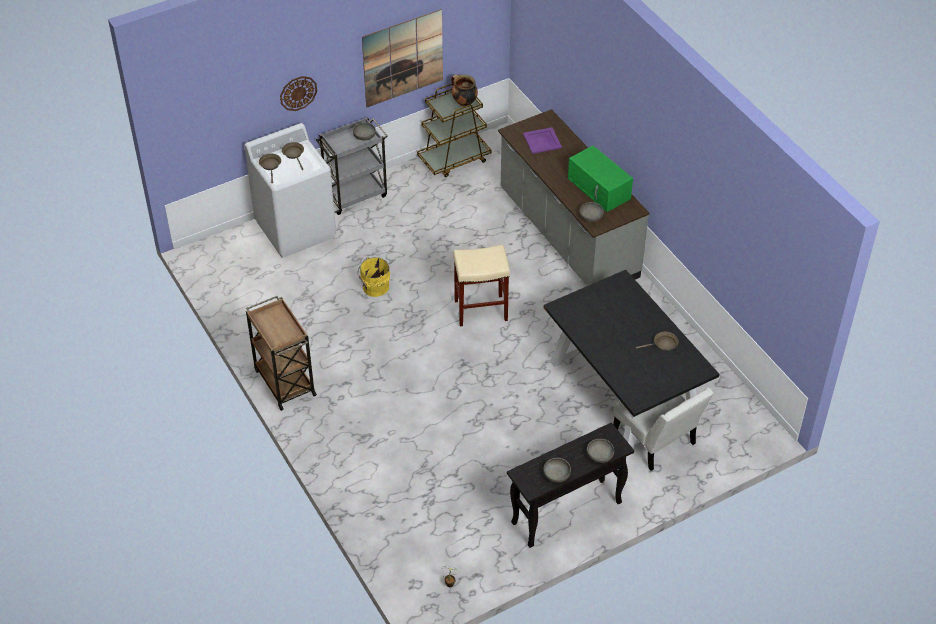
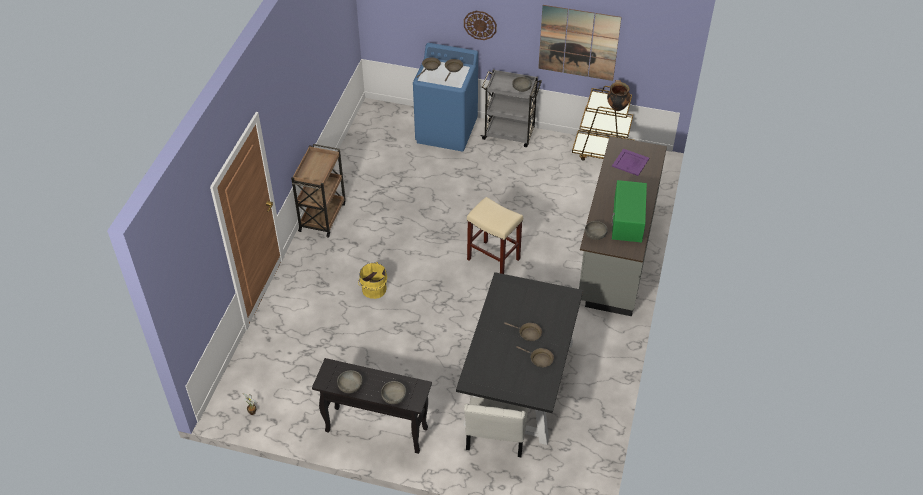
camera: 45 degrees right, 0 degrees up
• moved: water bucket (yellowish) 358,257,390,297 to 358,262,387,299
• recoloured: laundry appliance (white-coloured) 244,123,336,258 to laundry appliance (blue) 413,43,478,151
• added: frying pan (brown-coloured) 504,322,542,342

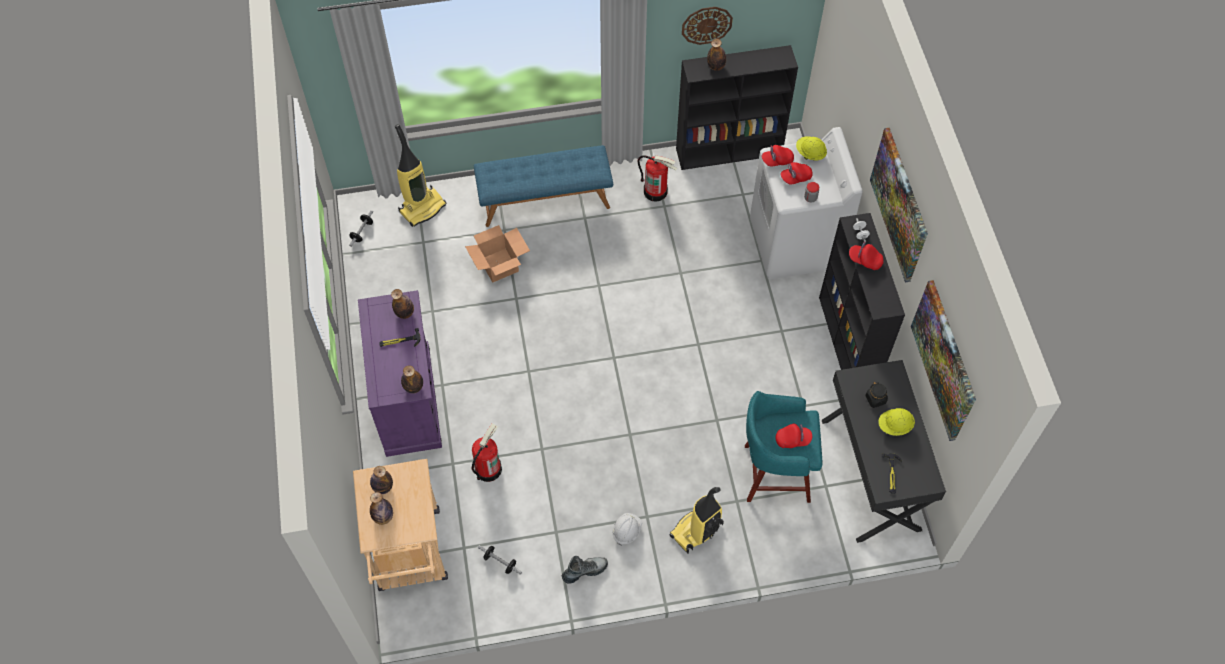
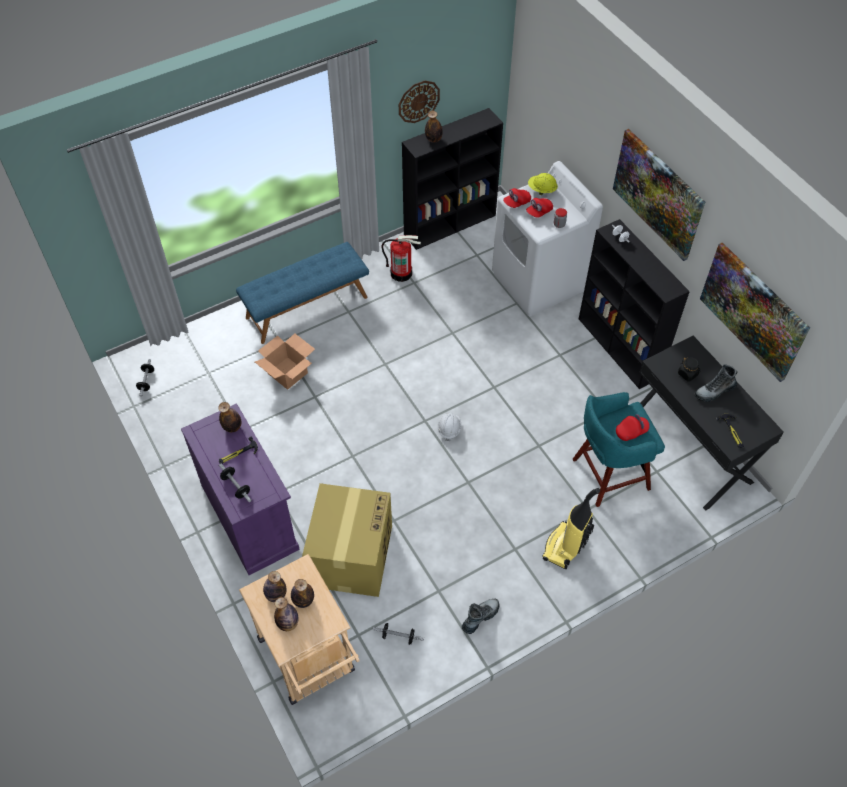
camera: 20 degrees left, 5 degrees down
• added: free weight 219,463,251,502
• moved: beverage bottle 401,365,423,393 to 291,579,314,608
• replaced: fire extinguisher 472,423,502,482 to cardboard box 302,483,392,597
• moved: safety helmet (white-coloured) 612,513,642,546 to 437,413,461,441
• replaced: safety helmet (yellowish) 878,408,915,436 to boot 694,364,738,402
• removed: vacuum 395,124,446,227
• removed: cap (red-coloured) 849,242,884,270

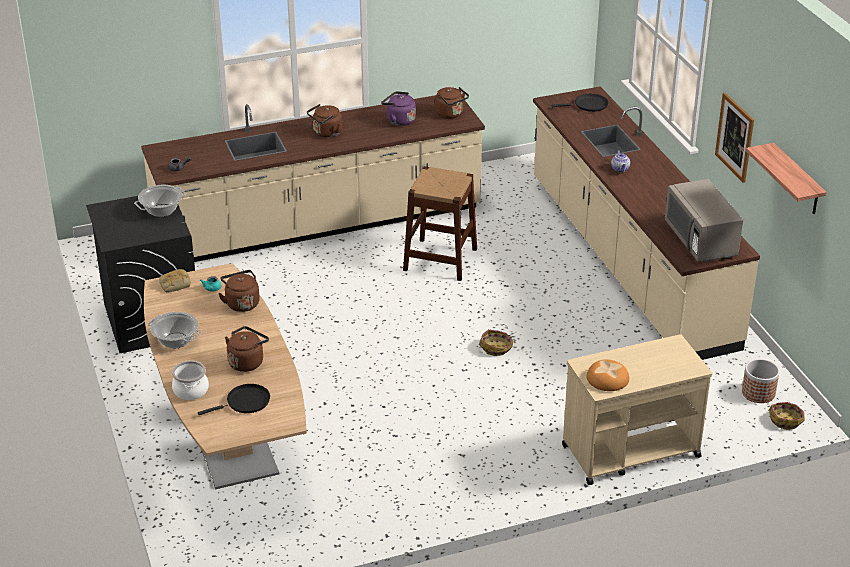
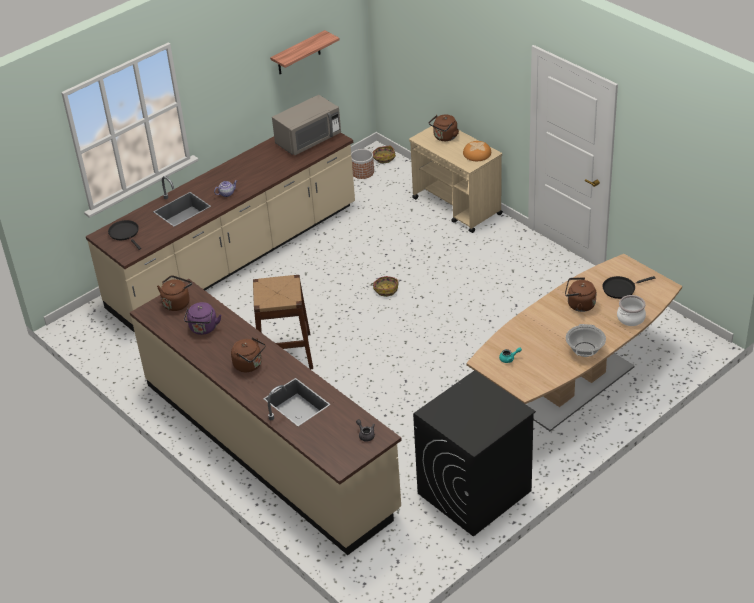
camera: 110 degrees left, 5 degrees up
• moved: tea kettle (brown-coloured) 218,270,260,312 to 429,115,459,141
• turned: frying pan (black) 198,384,270,415 = 602,276,655,299 60 degrees counterclockwise
• removed: cooking pot 134,185,186,217
• removed: baked bread 159,269,191,292
• removed: picture 715,93,754,183

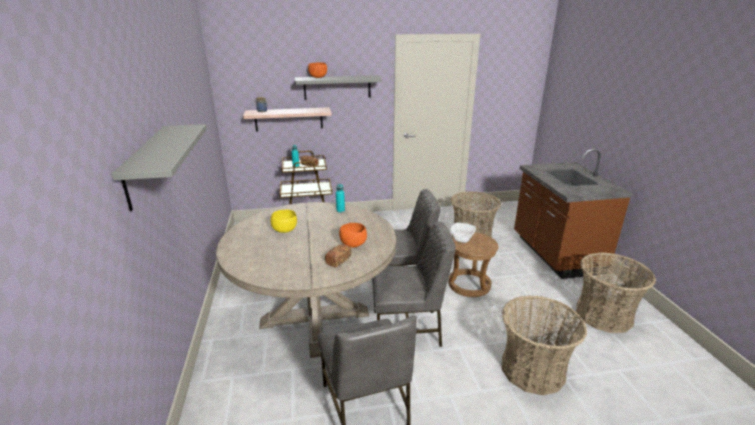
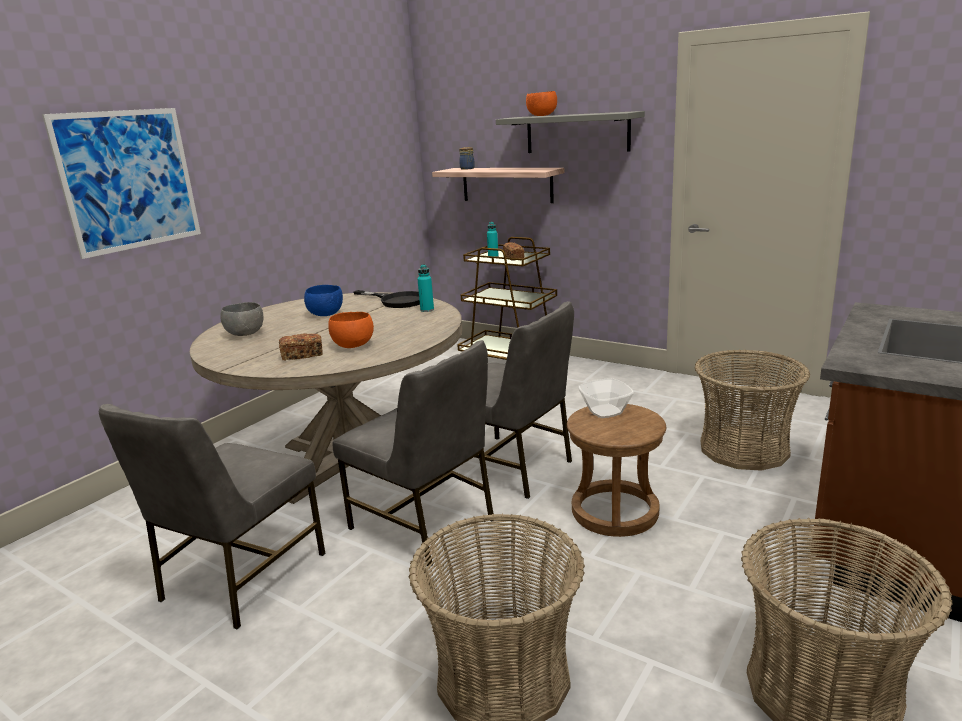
camera: 45 degrees right, 5 degrees down
• replaced: wall shelf (greyish) 111,124,207,211 to picture 42,108,201,259
• added: deep dish (greyish) 220,302,263,336
• recoloured: deep dish (yellowish) 270,210,297,233 to deep dish (blue) 304,285,343,316
• added: frying pan (black) 353,290,420,308

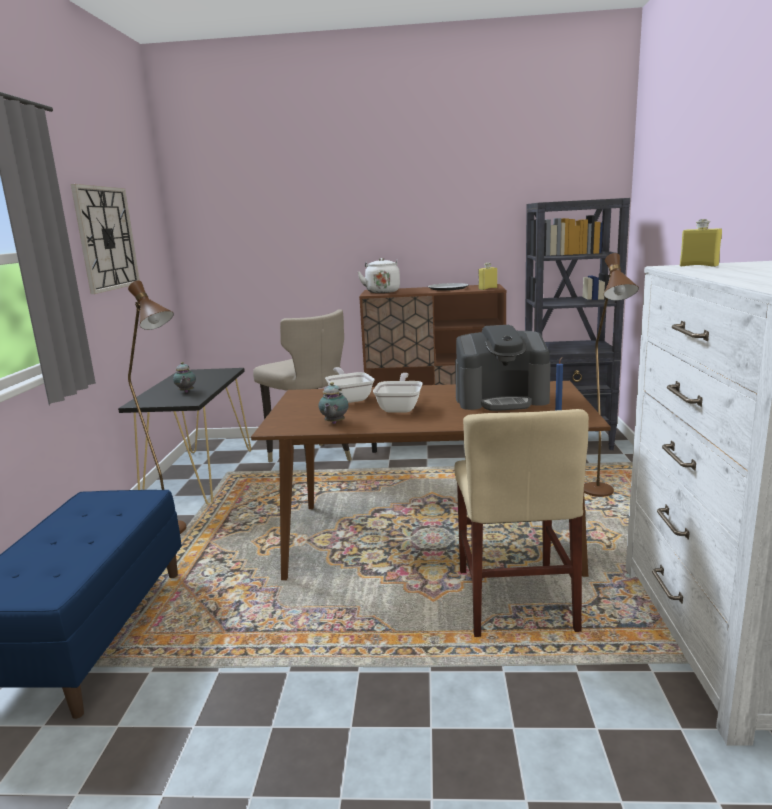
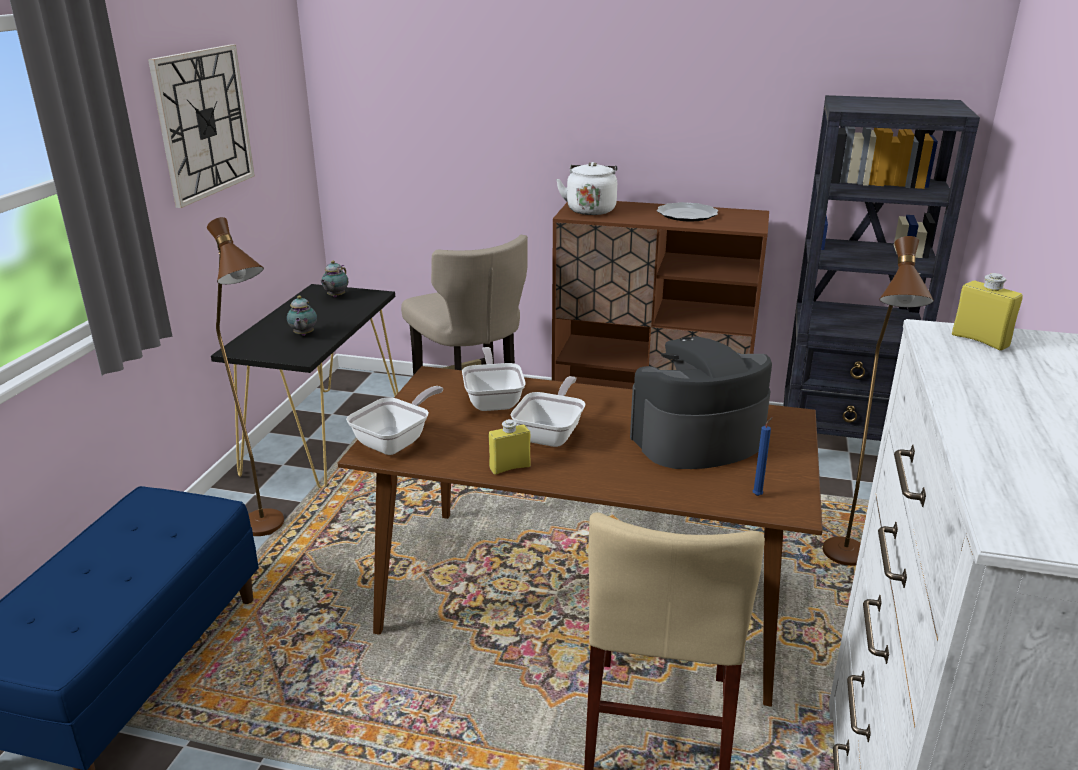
camera: 10 degrees right, 10 degrees up
• moved: teapot 319,382,349,424 to 320,261,348,297
• added: frying pan 346,386,443,455
• moved: beverage bottle (yellowish) 478,262,497,290 to 489,419,531,475
• turned: coffee brewer 455,325,551,411 = 630,336,772,469 150 degrees clockwise

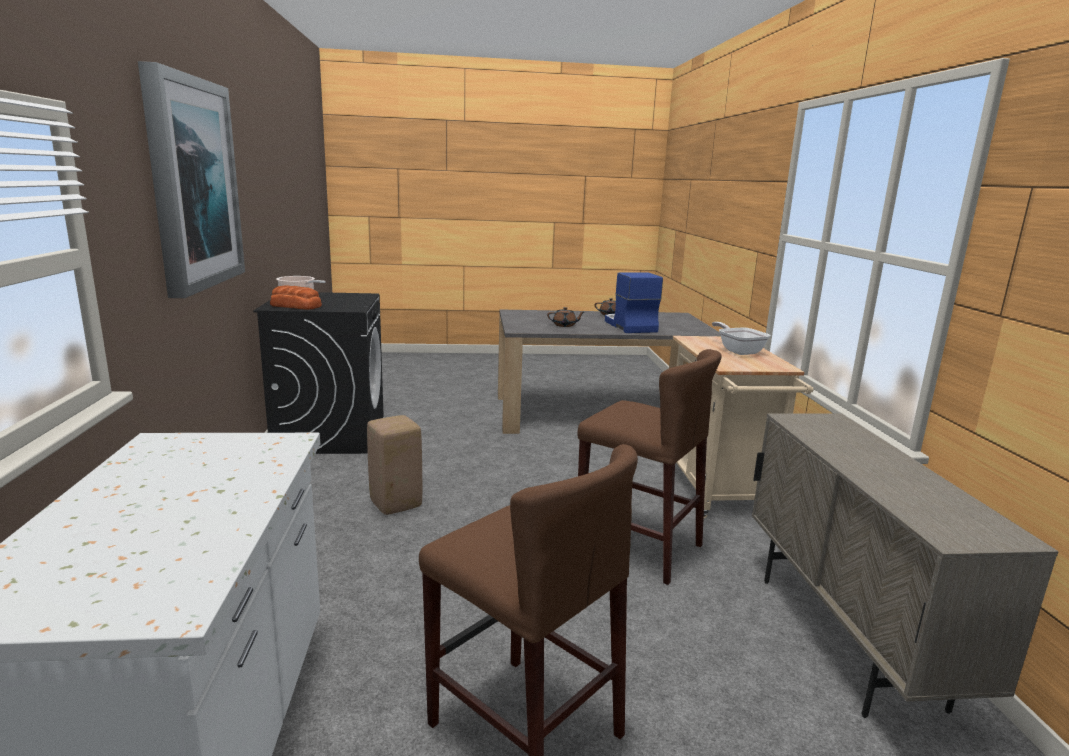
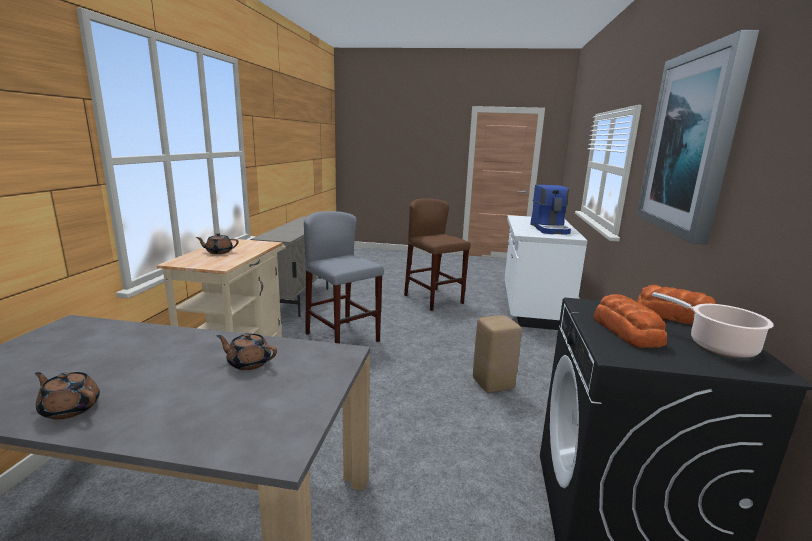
camera: 165 degrees left, 0 degrees up
• replaced: frying pan 712,322,771,355 to teapot (brown-coloured) 196,233,239,254
• recoloured: sitting stool (brown-coloured) 578,349,722,585 to sitting stool (greyish) 304,211,384,343
• moved: coffee brewer 605,272,663,333 to 530,185,571,235
• added: baked bread 593,294,667,348

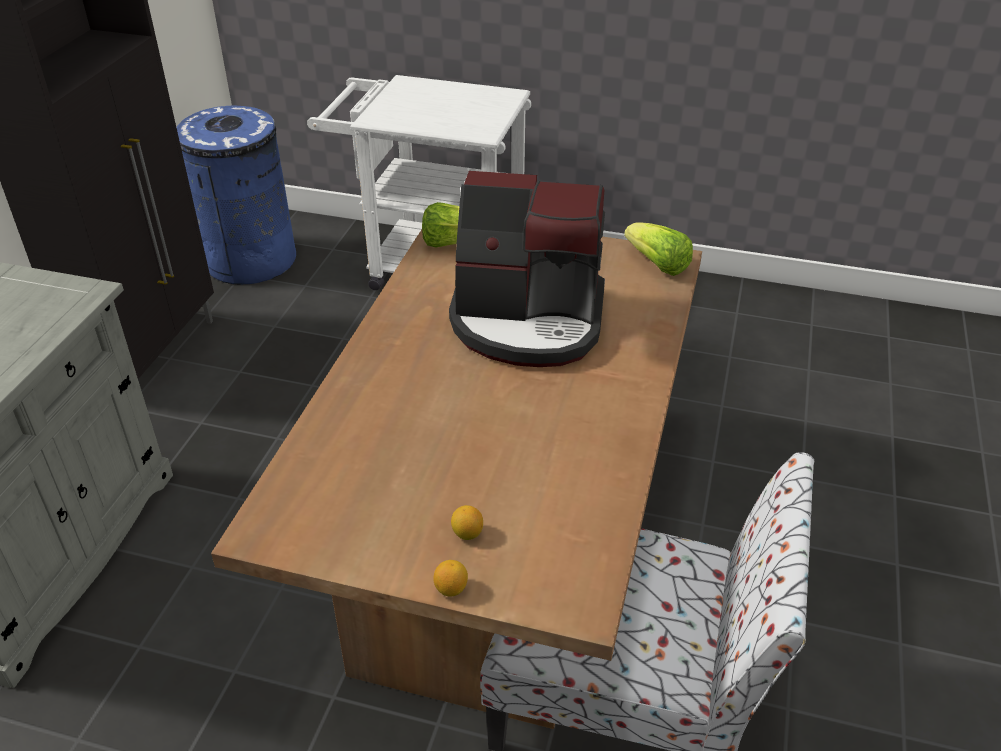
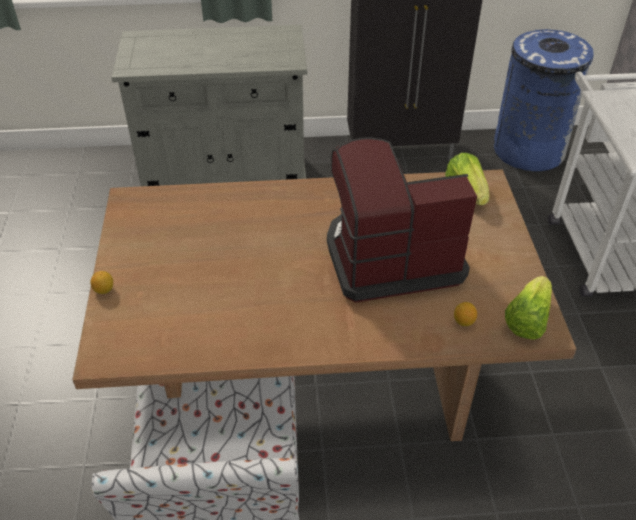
camera: 70 degrees right, 5 degrees up
• turned: coffee brewer 449,171,605,367 = 327,137,477,302 90 degrees clockwise
• moved: citrus fruit 451,505,483,540 to 454,302,477,326

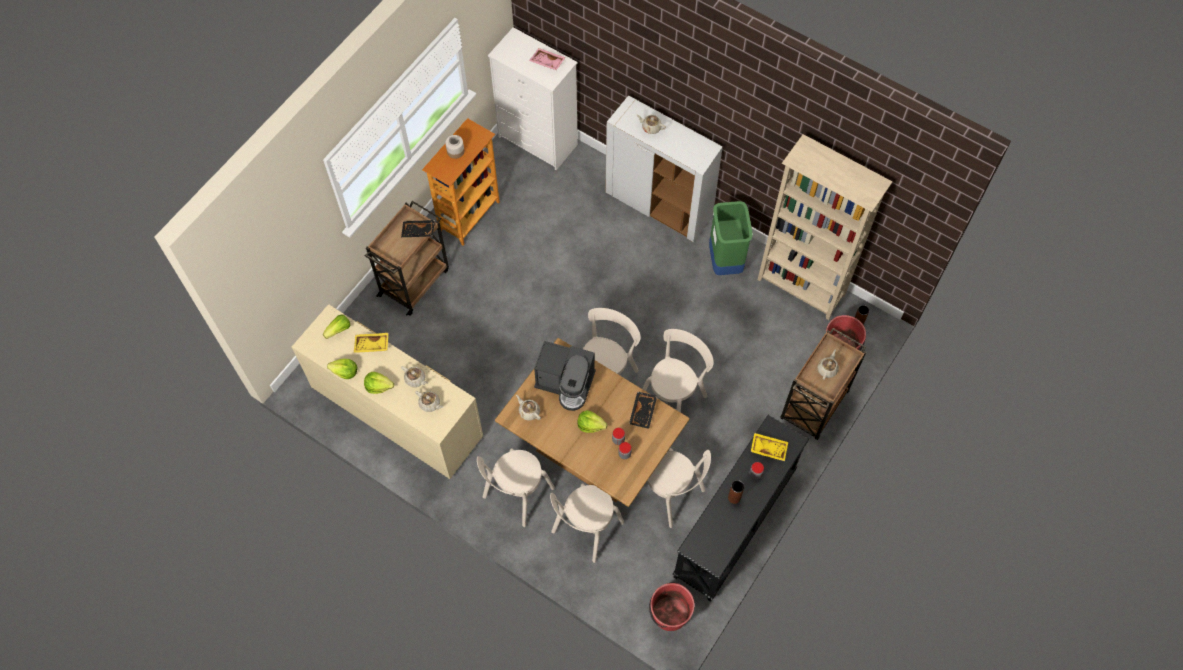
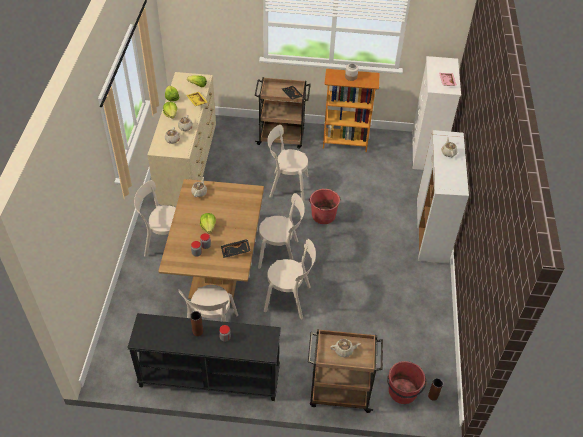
camera: 60 degrees right, 15 degrees down
• moved: plain chair (beige-coloured) 550,483,624,563 to 267,125,308,201
• moved: water bucket (red-coloured) 649,582,695,631 to 309,189,341,224
• removed: coffee brewer 534,341,596,411
• removed: trash can (green) 709,201,753,275
• removed: carrying tray (yellowish) 751,433,788,461
• removed: bookshelf (beige-coloured) 757,134,892,320

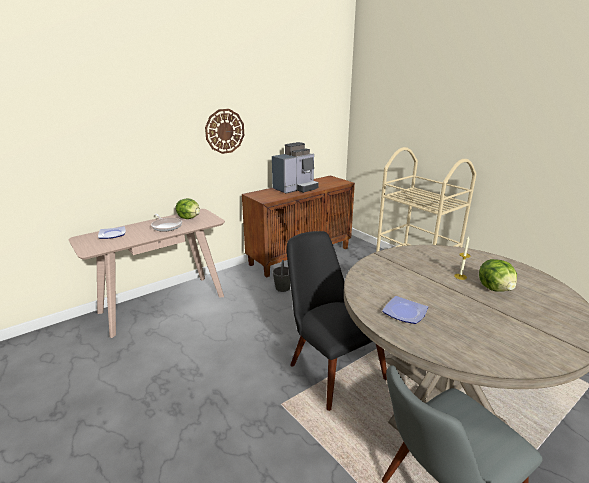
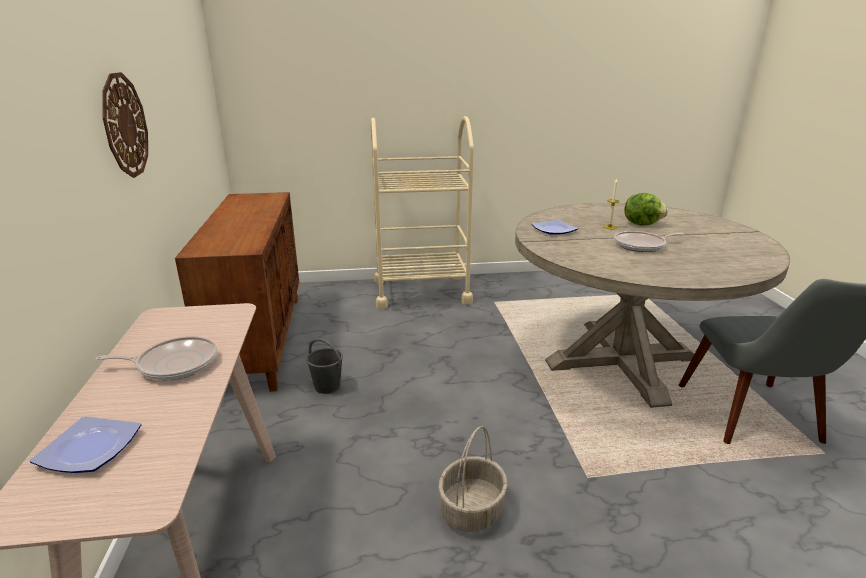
camera: 60 degrees left, 0 degrees up
• added: basket 438,426,508,532
• moved: dinner plate 382,296,428,324 to 531,219,578,235
• added: frying pan 614,231,684,252
• removed: lettuce 176,198,200,219
• removed: coffee brewer 272,142,319,194
• removed: plain chair (black) 287,231,387,411

